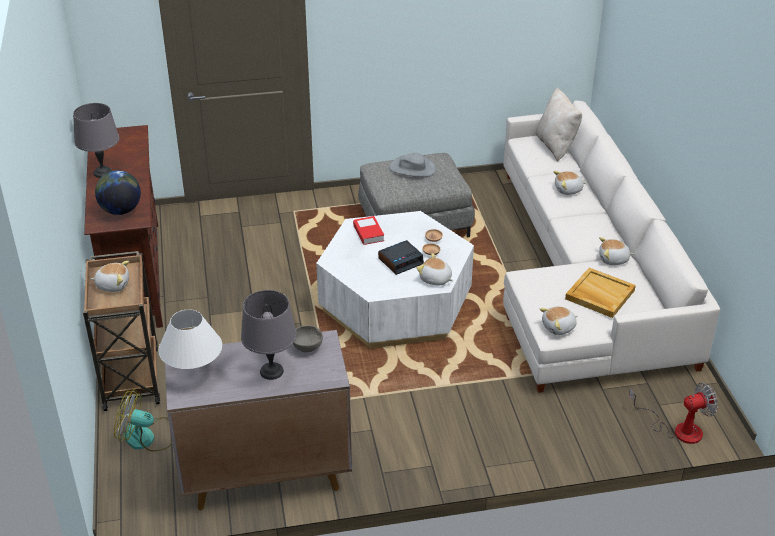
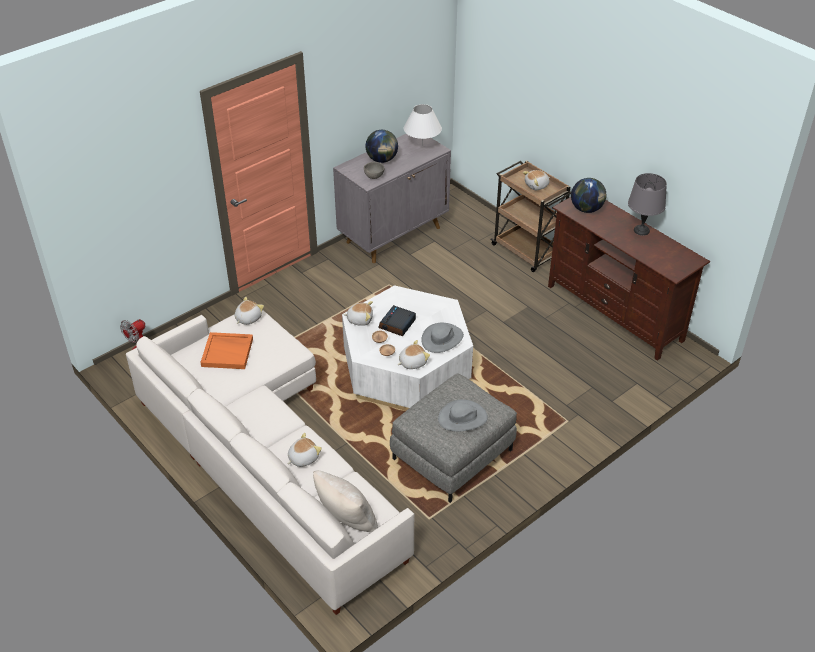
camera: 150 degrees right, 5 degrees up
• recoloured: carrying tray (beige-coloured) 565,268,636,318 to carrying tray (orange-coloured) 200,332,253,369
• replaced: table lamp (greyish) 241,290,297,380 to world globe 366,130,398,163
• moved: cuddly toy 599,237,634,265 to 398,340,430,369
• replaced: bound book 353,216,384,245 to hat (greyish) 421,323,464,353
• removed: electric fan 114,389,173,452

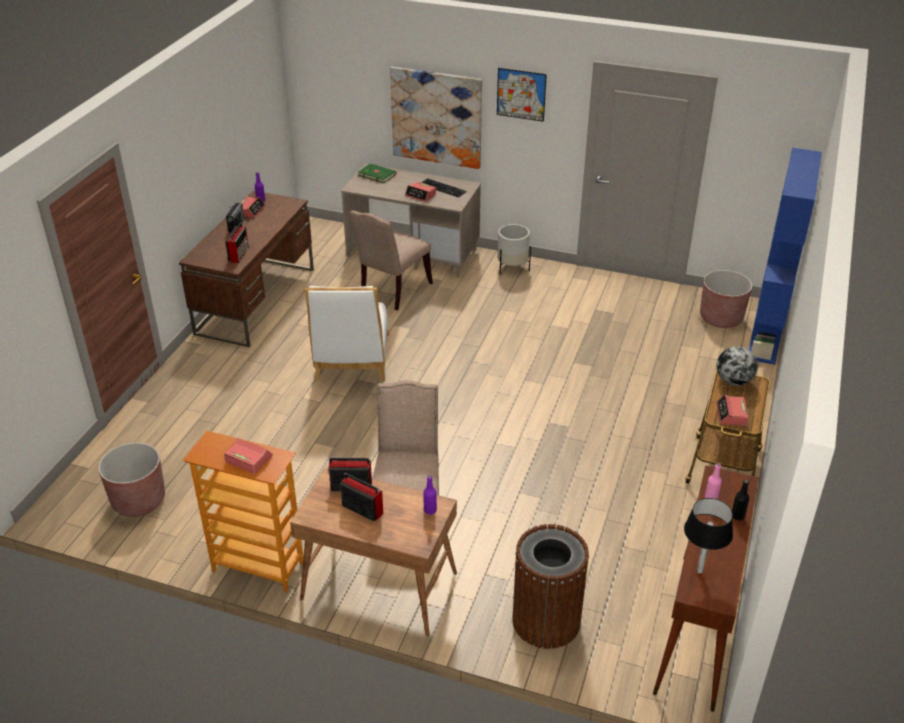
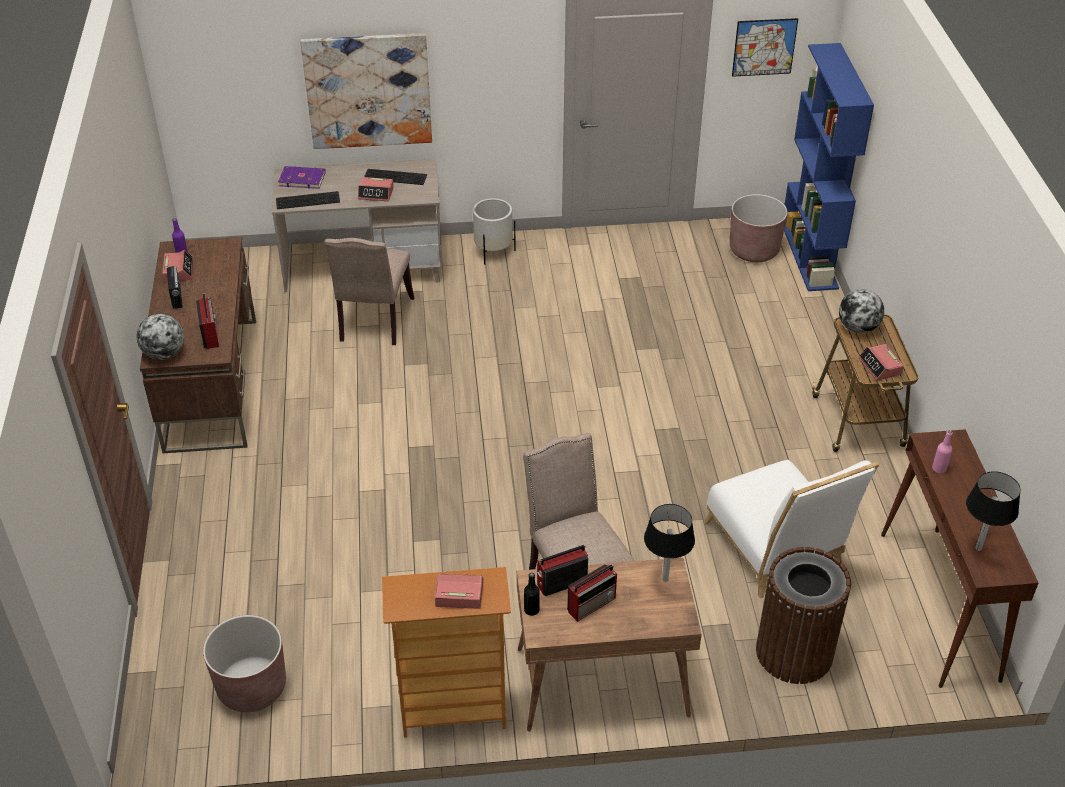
camera: 25 degrees left, 5 degrees up
• added: world globe 137,314,184,360
• added: keyboard 276,191,340,209
• recoloured: bound book (green) 358,164,396,183 to bound book (purple-coloured) 278,166,326,189
• moved: beverage bottle (black) 732,480,749,520 to 524,573,540,616
• turned: radio set 340,473,383,522 = 567,564,617,622 135 degrees clockwise
• replaced: beverage bottle (purple-coloured) 423,475,437,515 to table lamp (black) 644,504,695,582
• moved: plain chair (white-coloured) 304,286,389,382 to 703,460,879,598
• moved: picture 497,68,547,122 to 732,18,798,77

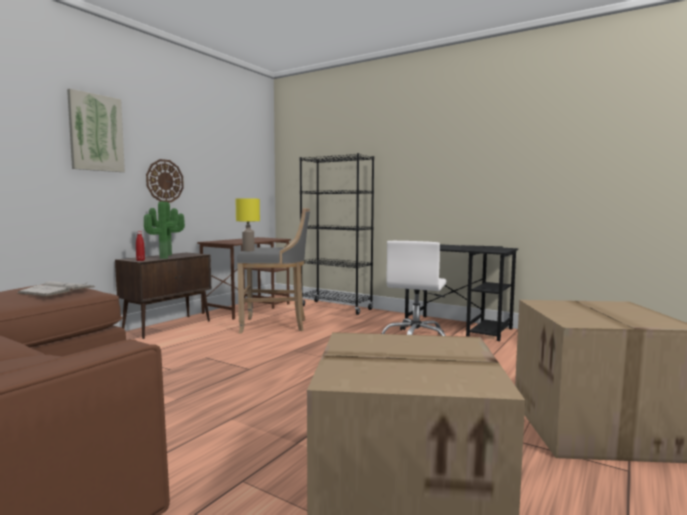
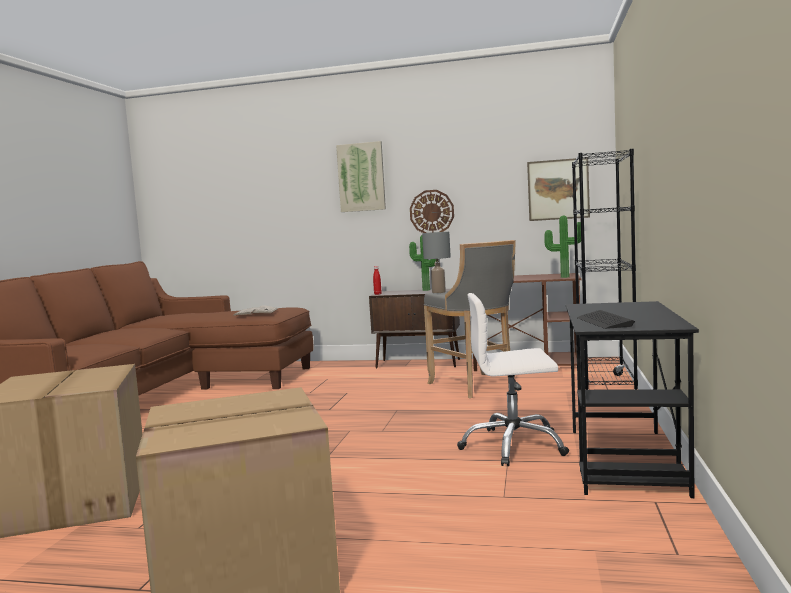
camera: 70 degrees right, 0 degrees up
• recoloured: table lamp (yellowish) 235,198,260,252 to table lamp (greyish) 422,232,451,293
• added: picture 527,157,590,221
• moved: potted plant 144,201,178,259 to 545,216,581,278

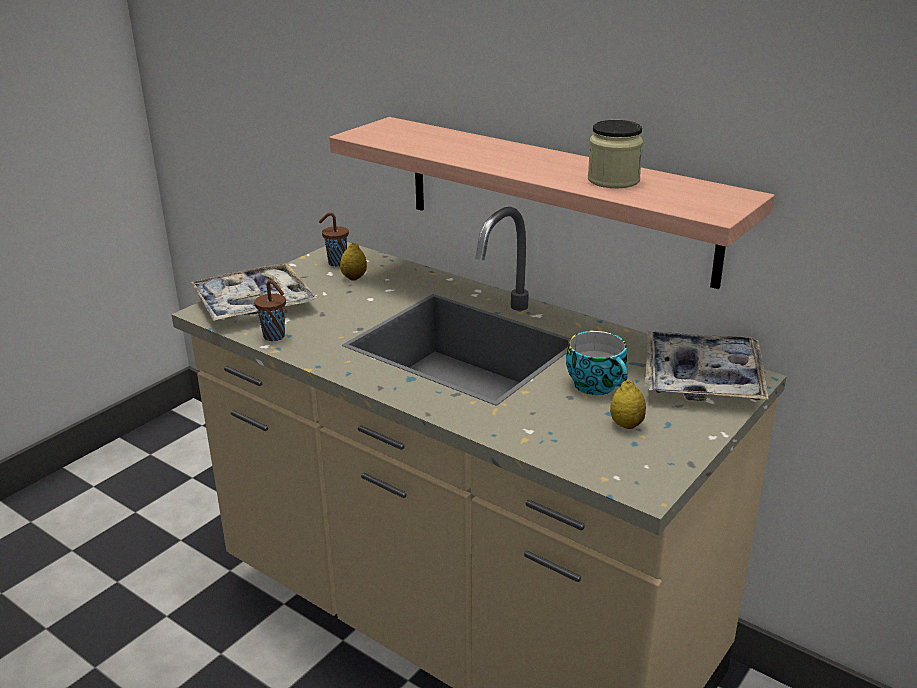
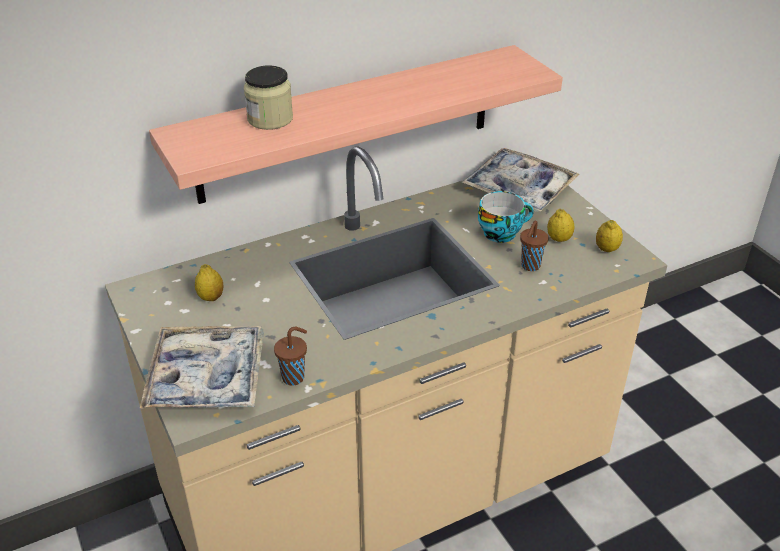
camera: 65 degrees left, 10 degrees up
• moved: storage jar 588,120,643,188 to 244,65,293,130
• moved: drinking cup (brown-coloured) 319,212,349,267 to 520,221,549,271
• added: citrus fruit 596,220,623,252

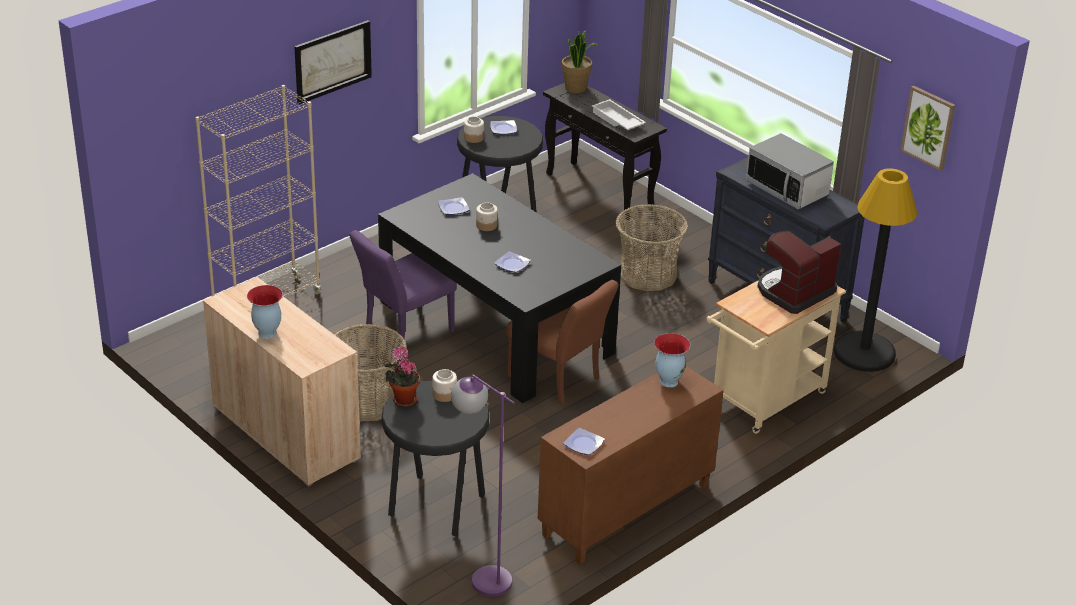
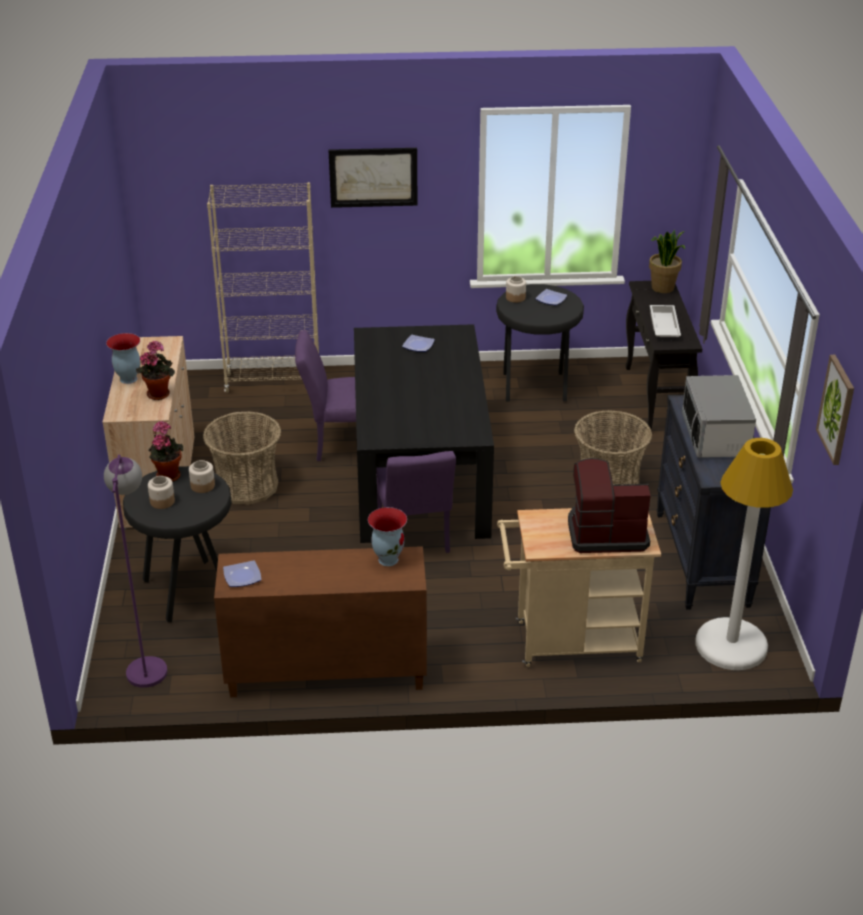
camera: 40 degrees right, 0 degrees up
• added: potted plant 136,341,175,400
• moved: storage jar 476,202,498,231 to 148,476,175,509
• recoloured: plain chair (brown-coloured) 507,280,618,405 to plain chair (purple-coloured) 376,451,456,553
• recoloured: floor lamp (black) 834,168,917,372 to floor lamp (white-coloured) 695,438,793,670
• removed: dinner plate 494,251,531,272

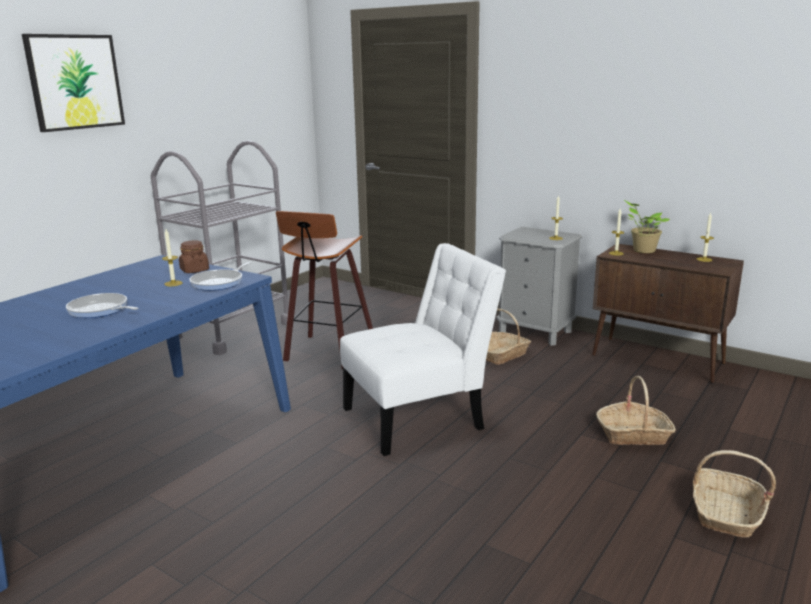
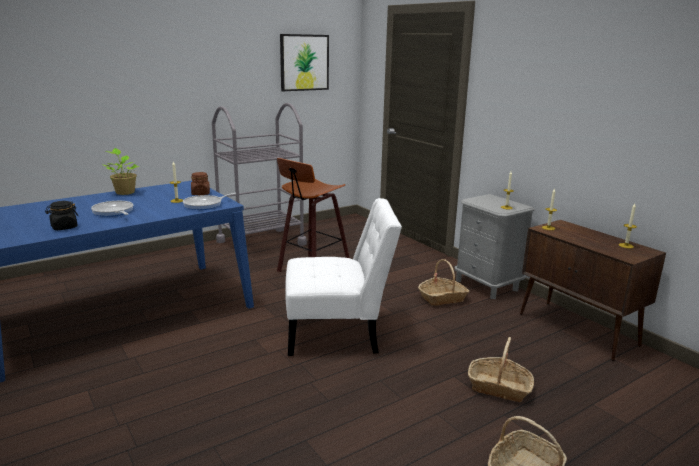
camera: 20 degrees right, 0 degrees up
• added: storage jar (black) 45,201,78,230
• moved: potted plant 624,200,670,253 to 104,148,139,195
• moved: picture 22,34,125,132 to 280,34,329,91

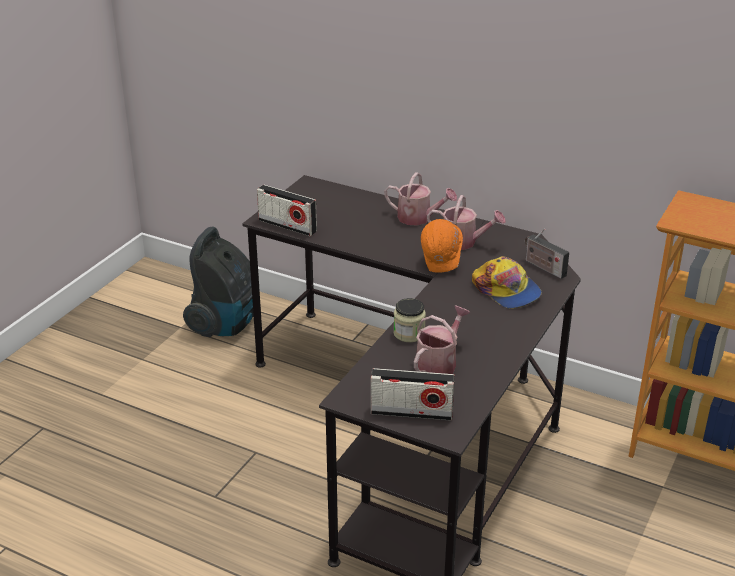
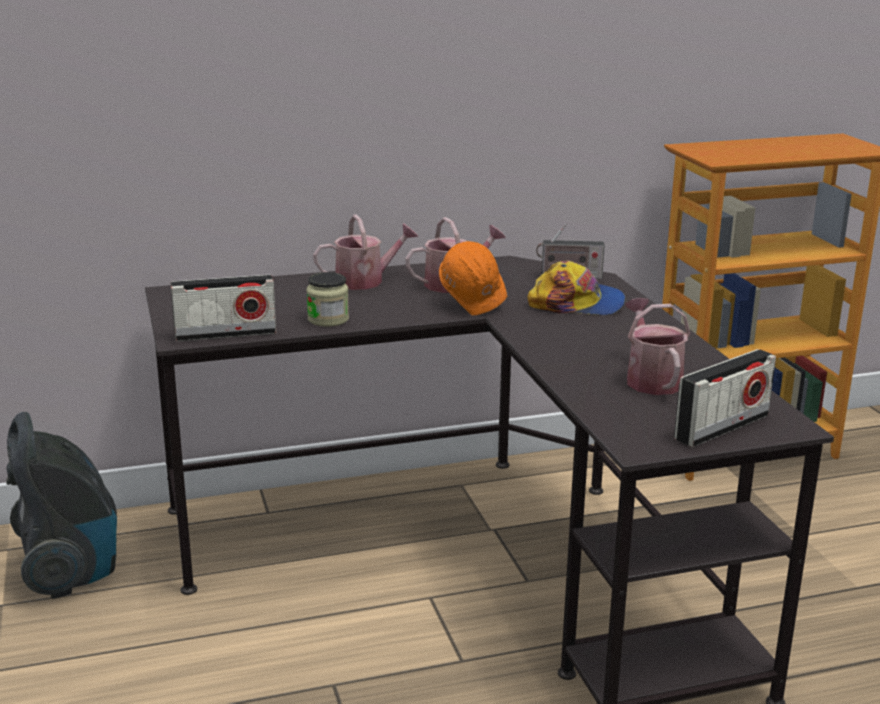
camera: 45 degrees left, 10 degrees down
• moved: storage jar 394,298,426,342 to 307,272,349,327

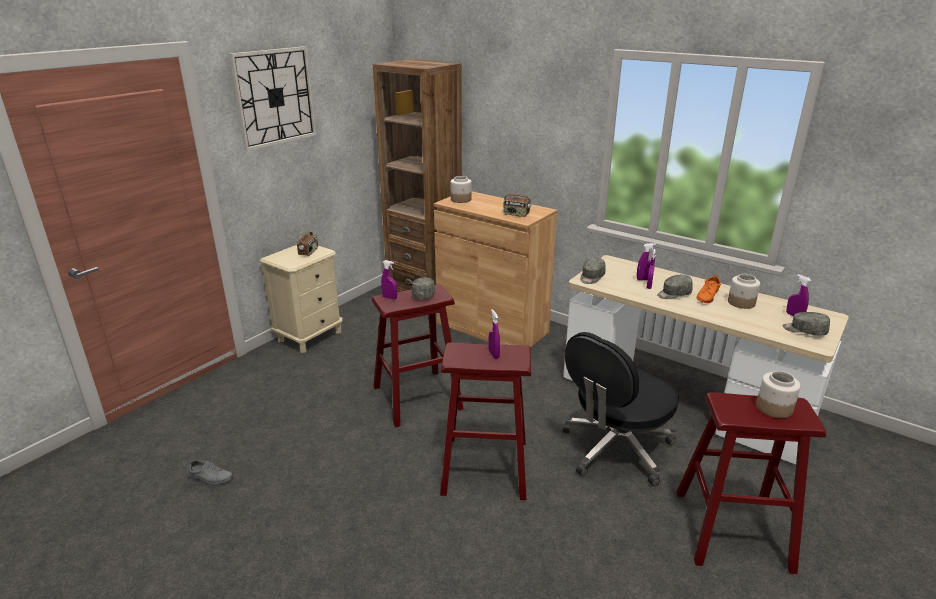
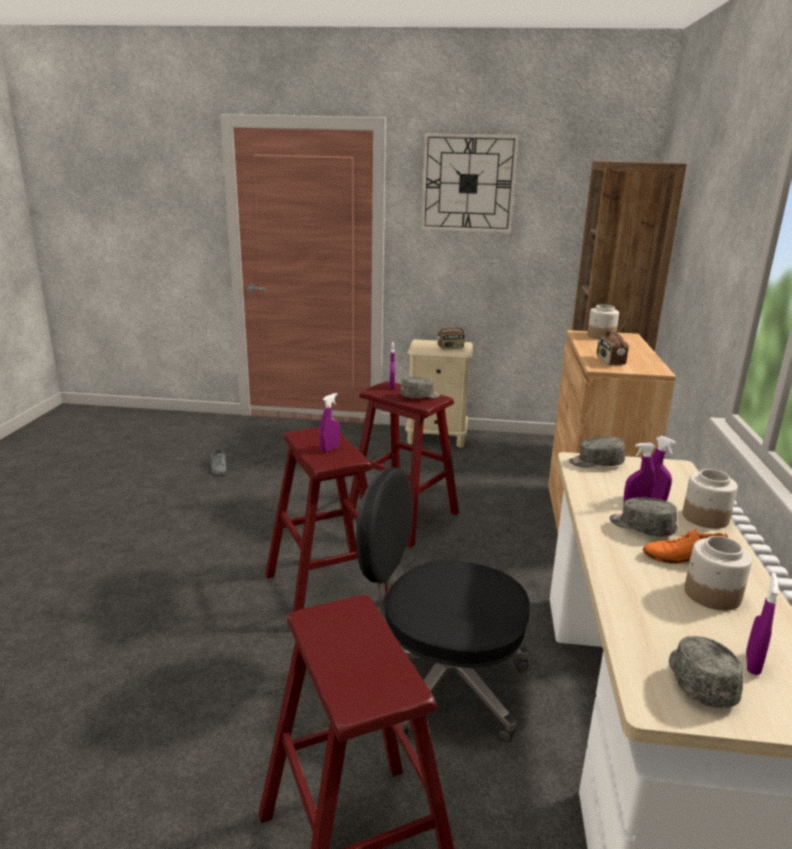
camera: 60 degrees right, 5 degrees down
• moved: storage jar 756,371,801,418 to 682,469,738,529

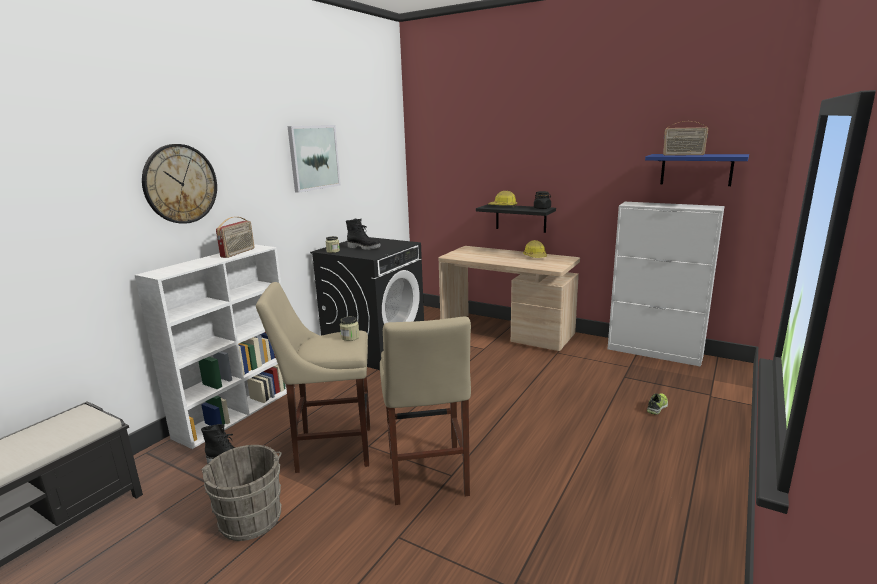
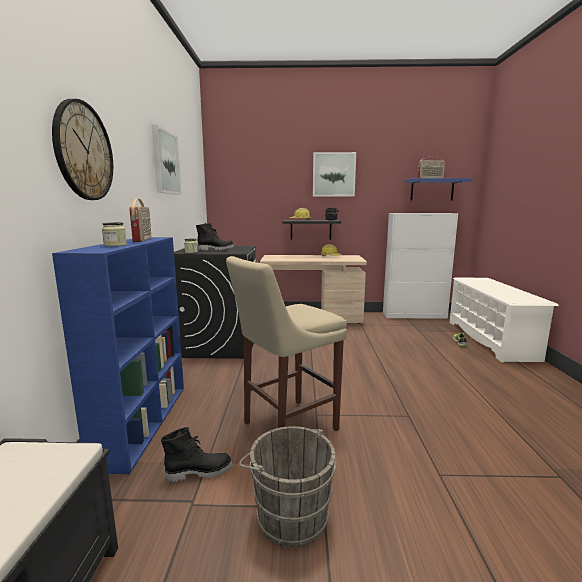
camera: 30 degrees left, 5 degrees down
• recoloured: bookshelf (white-coloured) 135,244,287,449 to bookshelf (blue) 52,237,184,474
• moved: storage jar 340,316,360,341 to 102,222,127,246
• added: picture 313,152,356,197
• added: shoe stand (white-coloured) 449,278,559,363
• removed: sitting stool (beige-coloured) 380,317,471,505

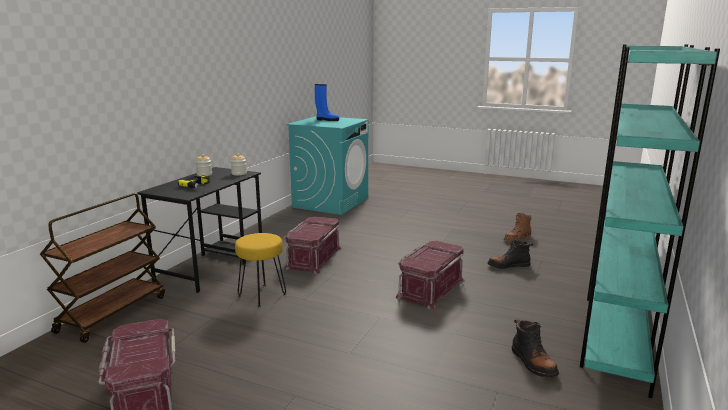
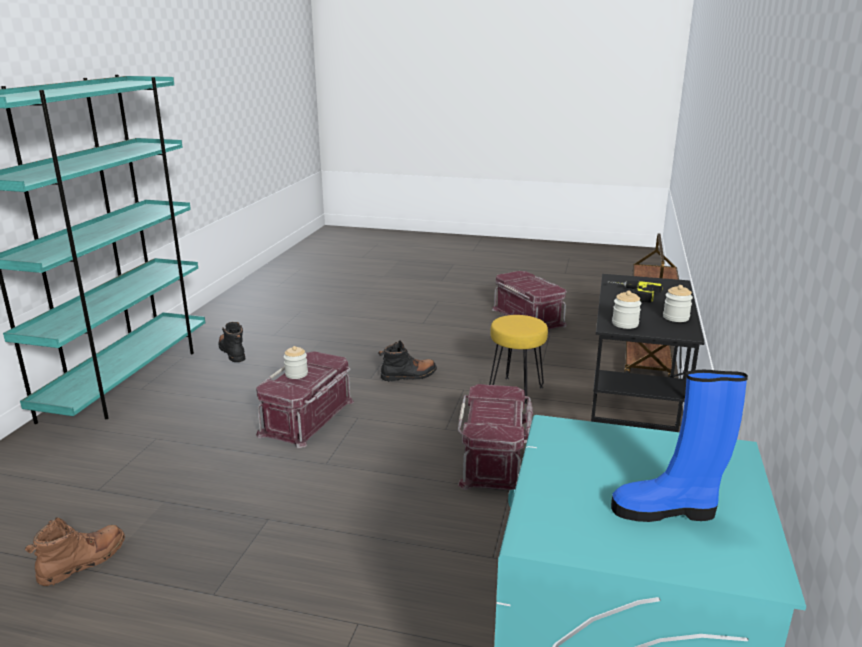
camera: 170 degrees right, 5 degrees up
• added: storage jar 284,346,308,379
• moved: boot (black) 488,238,533,269 to 378,340,437,382

